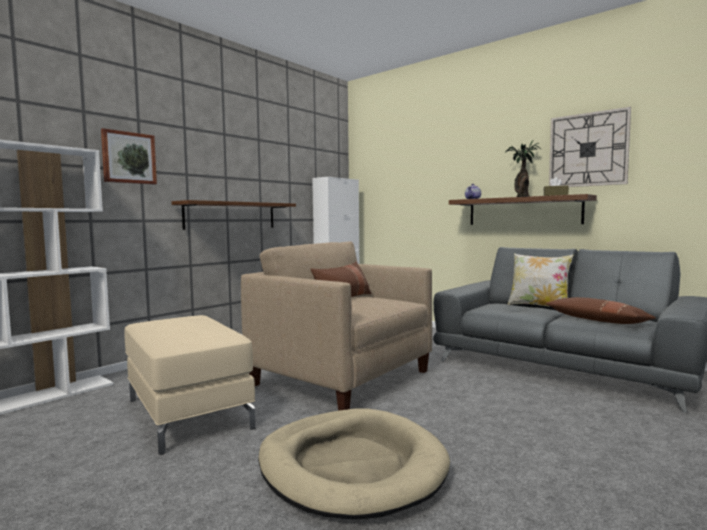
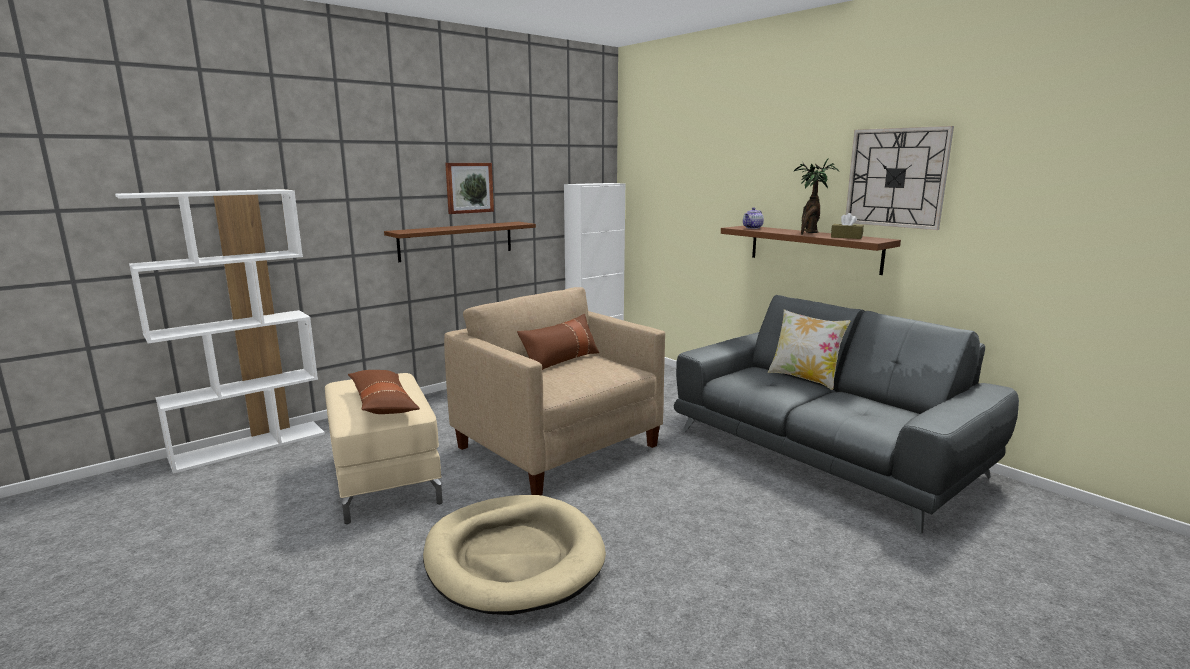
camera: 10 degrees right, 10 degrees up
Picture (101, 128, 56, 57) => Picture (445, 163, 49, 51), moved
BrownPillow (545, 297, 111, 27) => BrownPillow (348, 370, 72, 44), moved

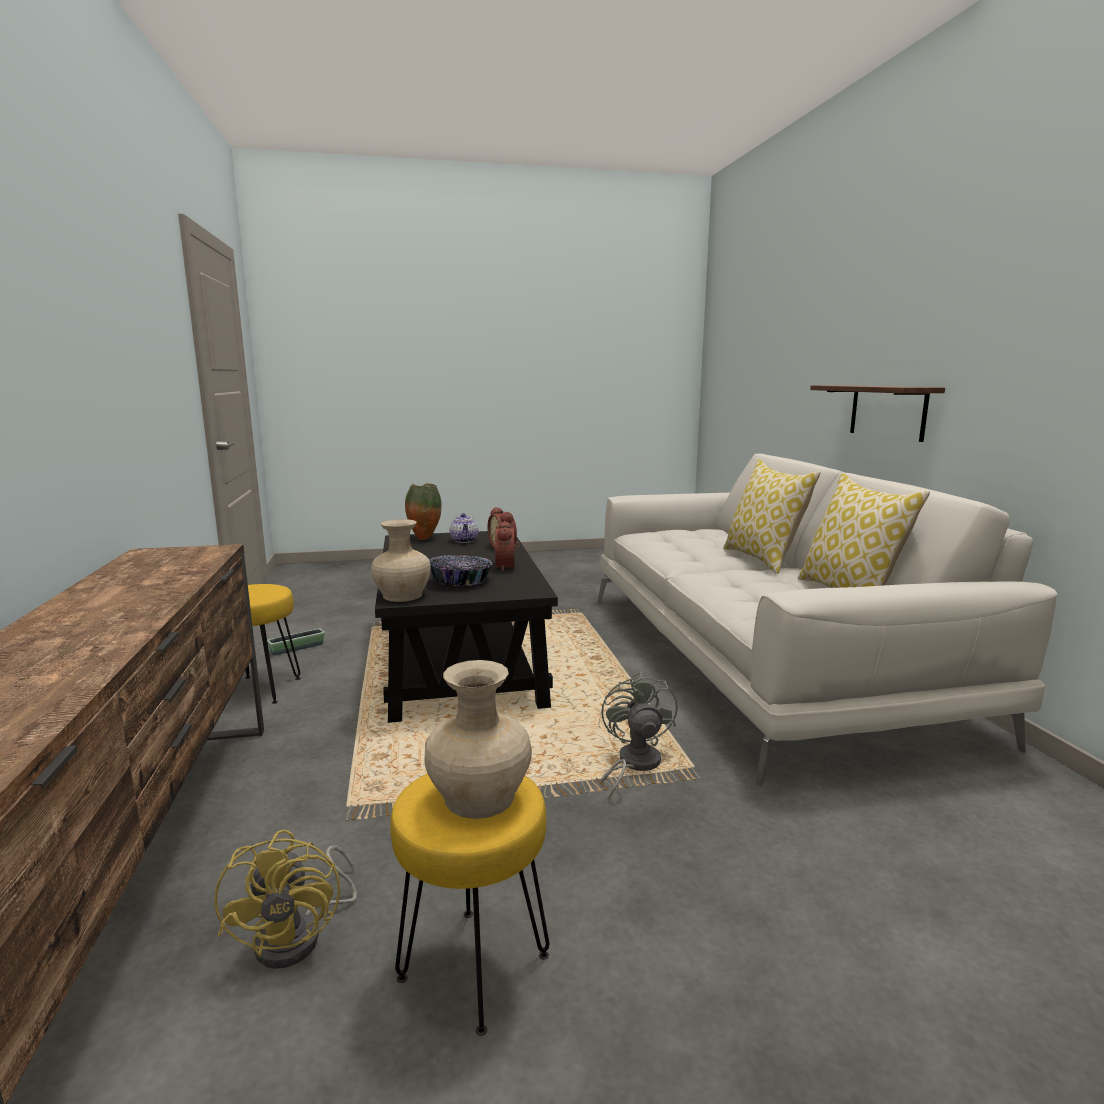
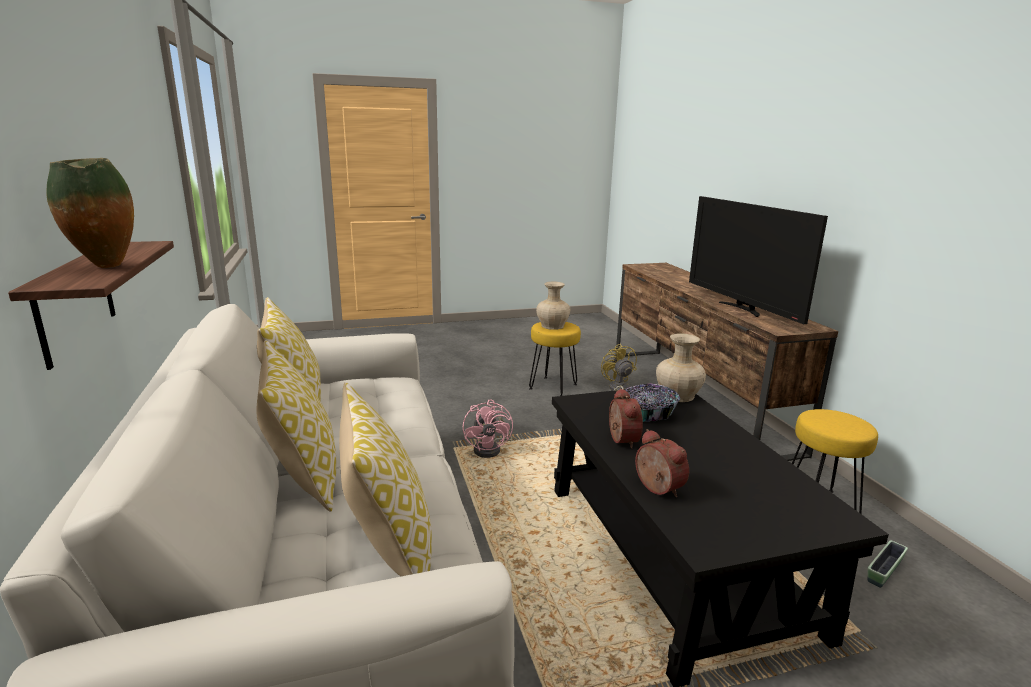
camera: 175 degrees right, 5 degrees up
Teapot (450, 513, 28, 30) => nothing
nothing => Pillow (339, 382, 93, 194)
nothing => Television (689, 196, 139, 128)
Vase (405, 483, 37, 57) => Vase (46, 158, 88, 110), moved
GreyFan (600, 672, 78, 128) => PinkFan (463, 399, 50, 59)

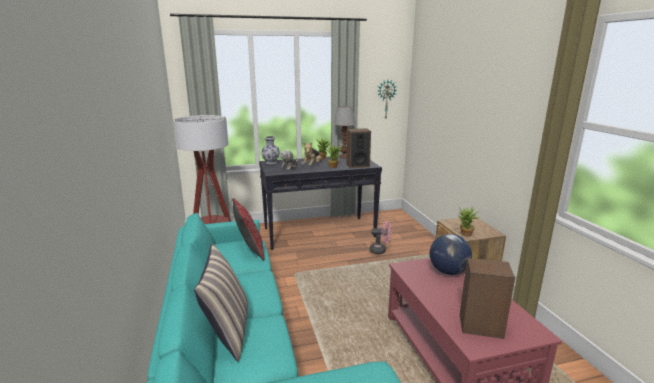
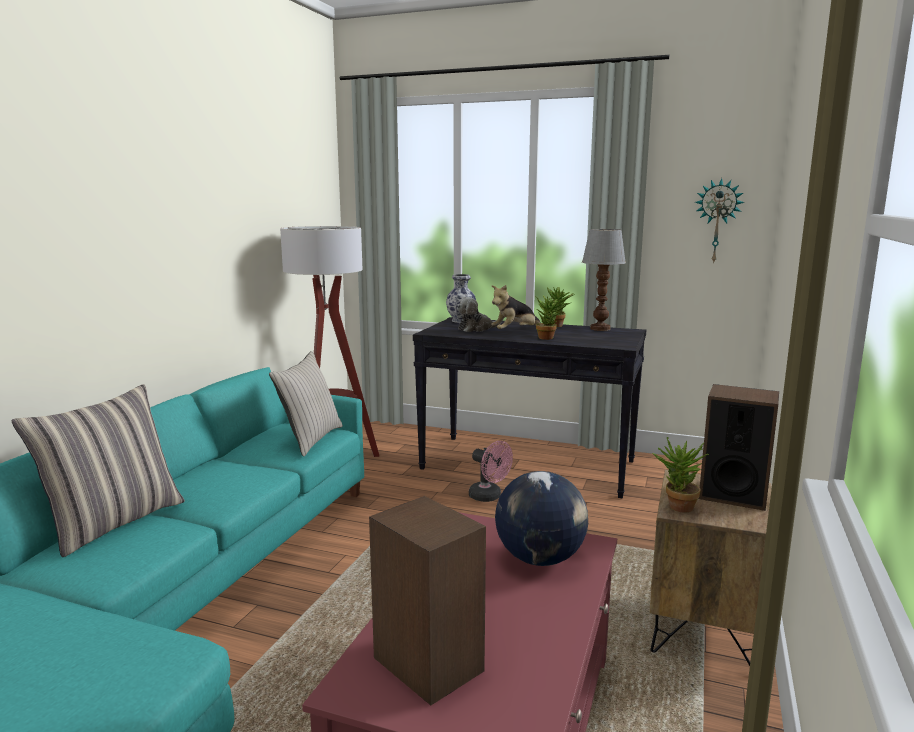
camera: 35 degrees right, 5 degrees down
Speaker (346, 128, 25, 40) => Speaker (699, 384, 80, 127), moved
PinkFan (370, 221, 22, 33) => PinkFan (469, 441, 44, 61), moved
RedPillow (232, 198, 32, 62) => BeigePillow (269, 351, 74, 106)

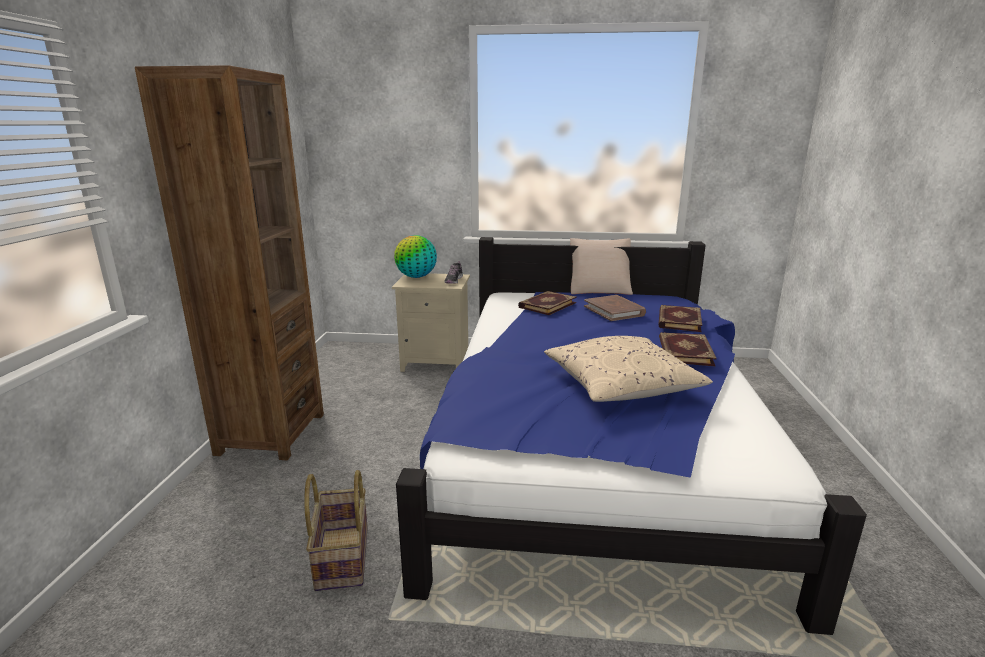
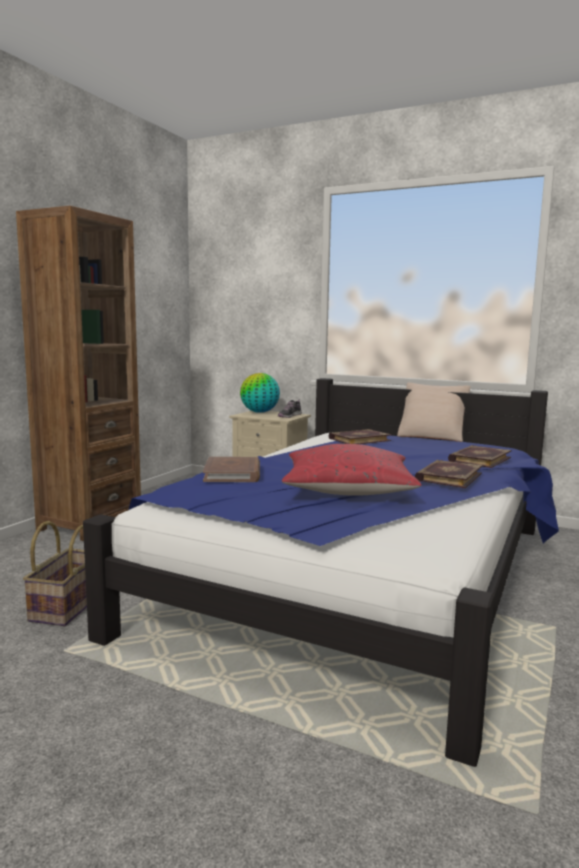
camera: 20 degrees right, 10 degrees down
BrownBook (584, 295, 62, 26) => BrownBook (203, 457, 57, 25), moved
BeigePillow (544, 336, 169, 66) => RedPillow (282, 444, 140, 52)

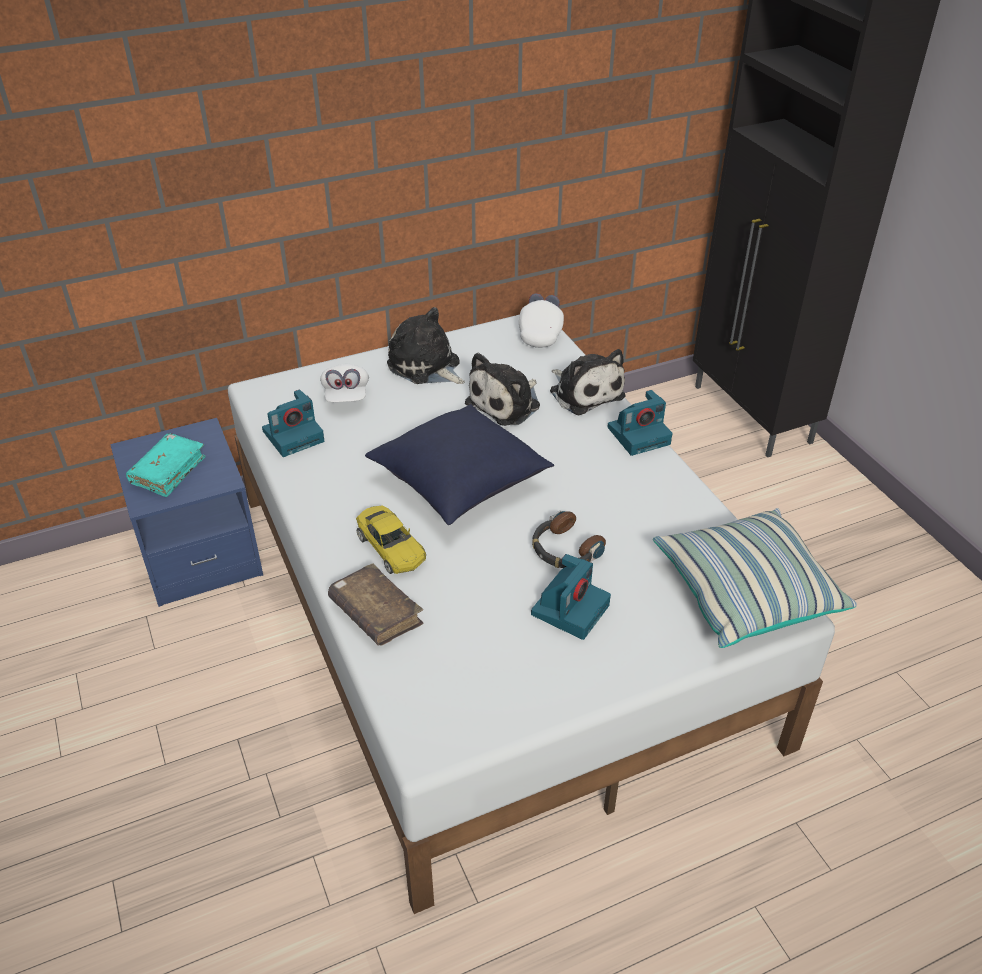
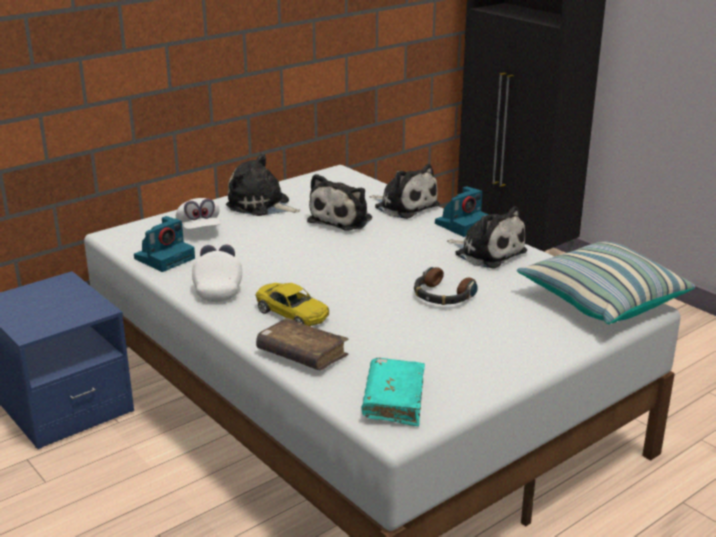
camera: 15 degrees left, 15 degrees down
BluePillow (365, 404, 189, 121) => nothing
PhotoCamera (531, 554, 80, 86) => nothing
nothing => PlushToy (447, 206, 80, 63)
TurquoiseBook (126, 433, 80, 64) => TurquoiseBook (362, 358, 63, 68), moved
WhiteCap (519, 293, 45, 55) => WhiteCap (192, 245, 50, 57), moved

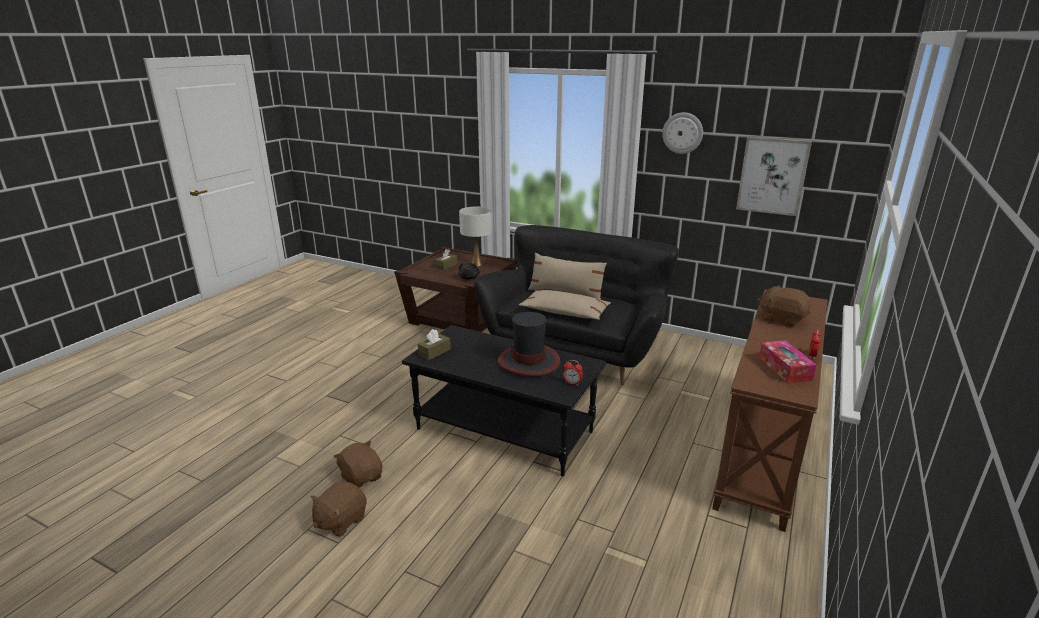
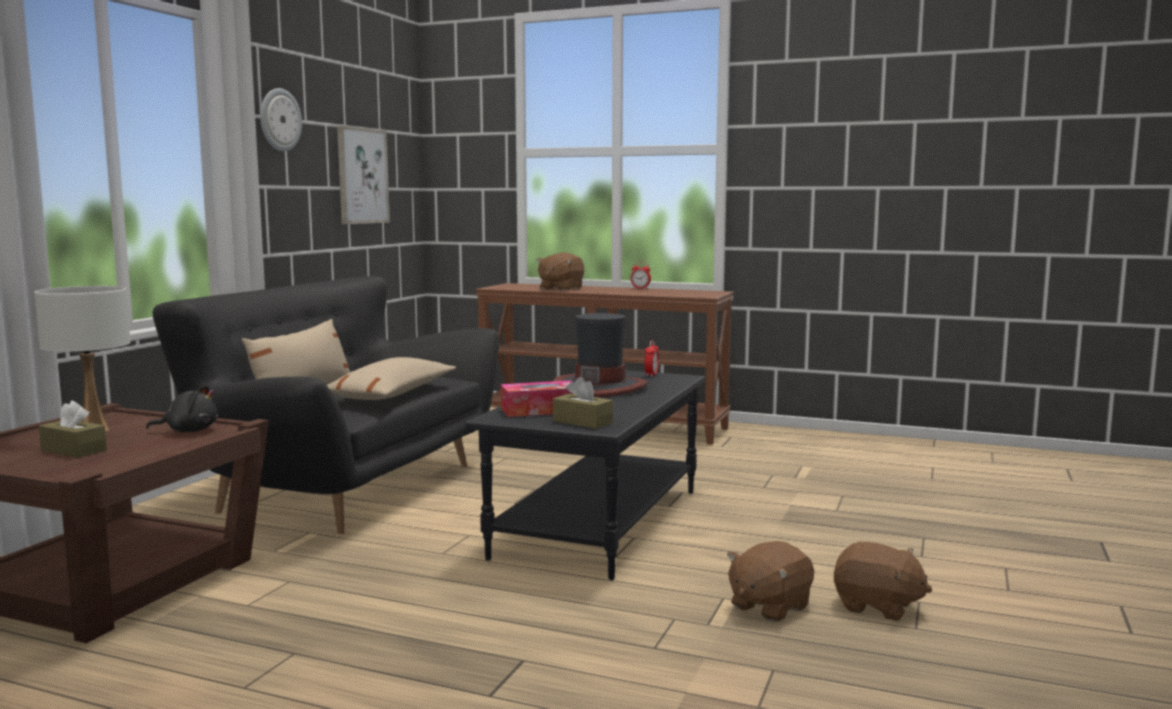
camera: 95 degrees left, 15 degrees down
TissueBox (759, 340, 58, 43) => TissueBox (501, 381, 72, 36), moved

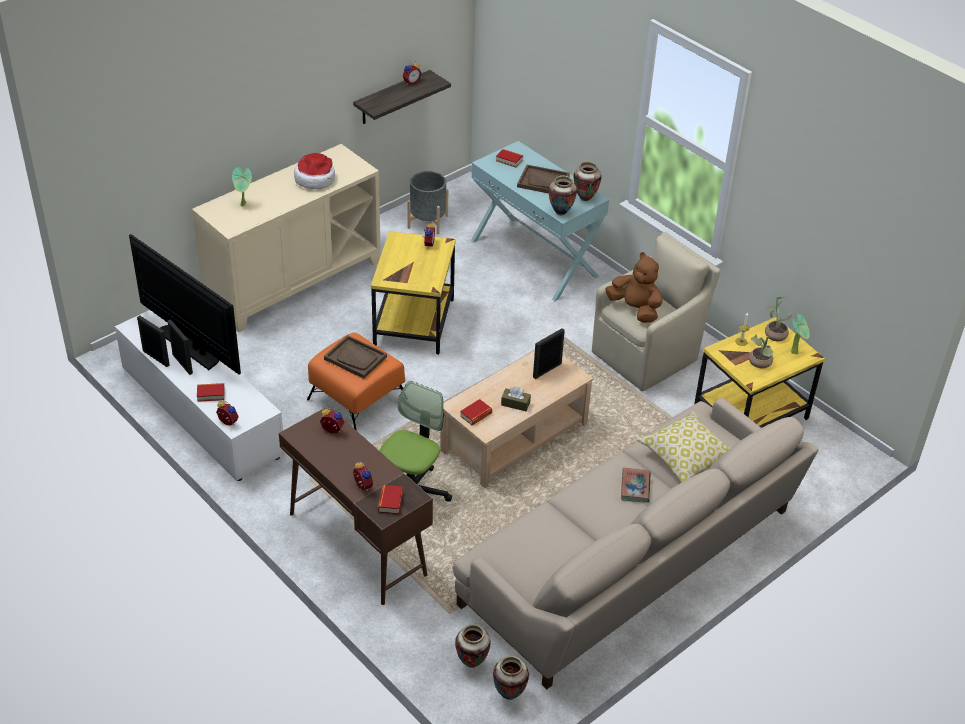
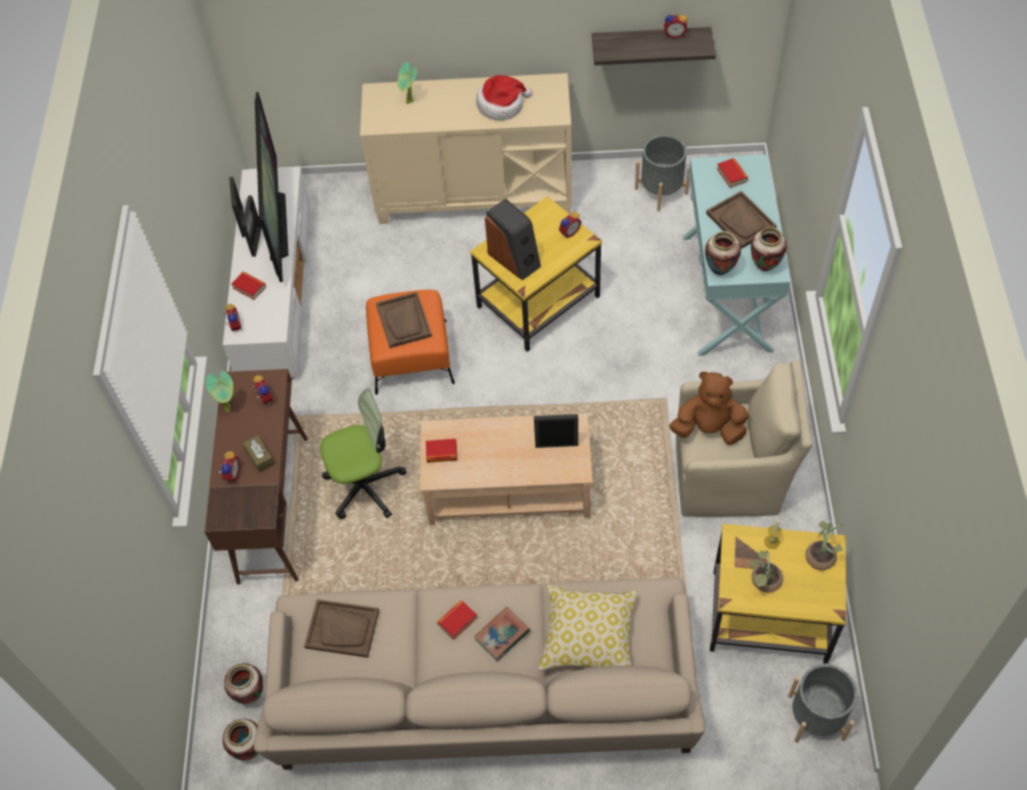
camera: 45 degrees right, 15 degrees up
nothing => BrownTray (304, 599, 75, 59)
nothing => Speaker (485, 198, 56, 83)
nothing => GreyPlanter (788, 664, 69, 79)
Book (378, 485, 25, 29) => Book (437, 600, 40, 40), moved
BrownTissueBox (501, 387, 30, 24) => BrownTissueBox (243, 435, 31, 38), moved
PottedPlant (791, 314, 19, 41) => PottedPlant (206, 371, 27, 41), moved
BrownPlushToy (605, 252, 58, 71) => BrownPlushToy (669, 372, 80, 73), 75 degrees counterclockwise

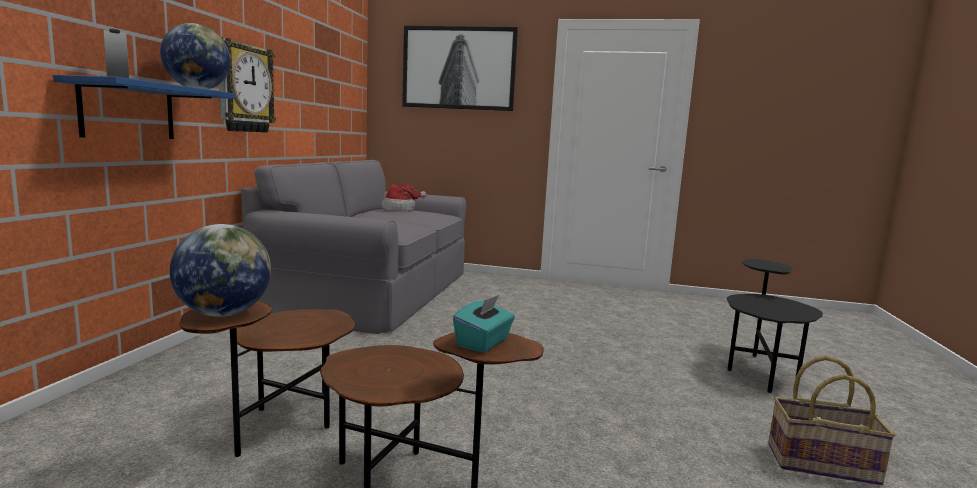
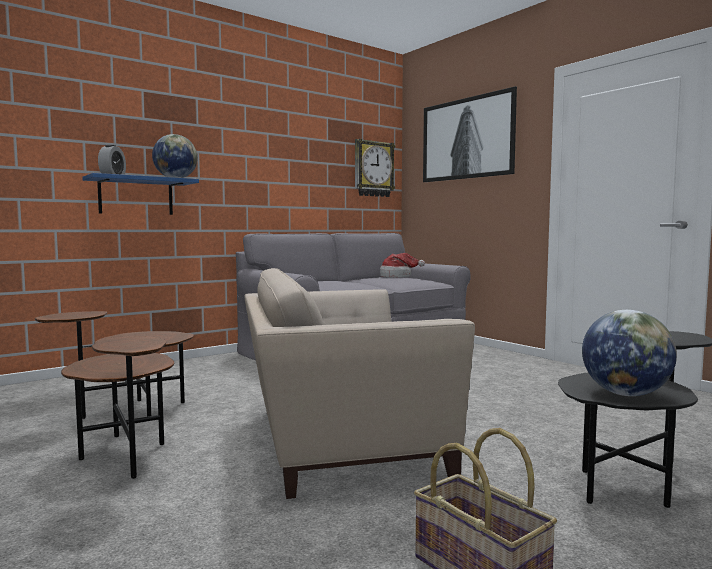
camera: 40 degrees right, 5 degrees down
TurquoiseTissueBox (453, 295, 62, 58) => nothing
nothing => BeigeArmchair (244, 268, 231, 231)
Globe (170, 224, 101, 93) => Globe (582, 310, 95, 86), moved
WallClock (219, 37, 57, 96) => WallClock (355, 139, 41, 58), moved

